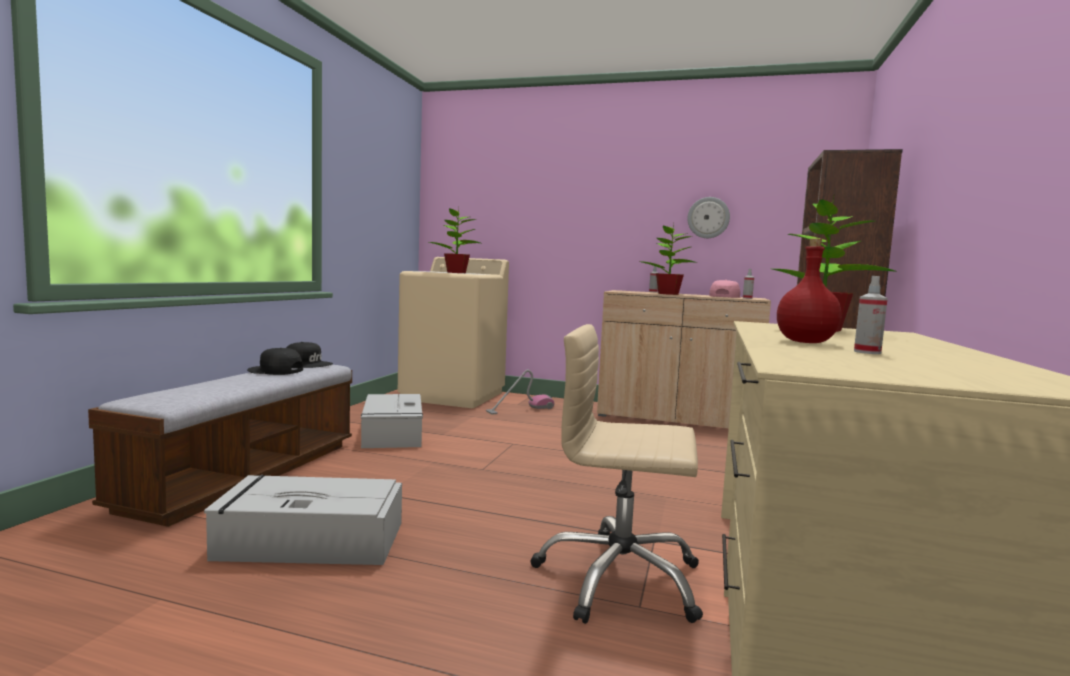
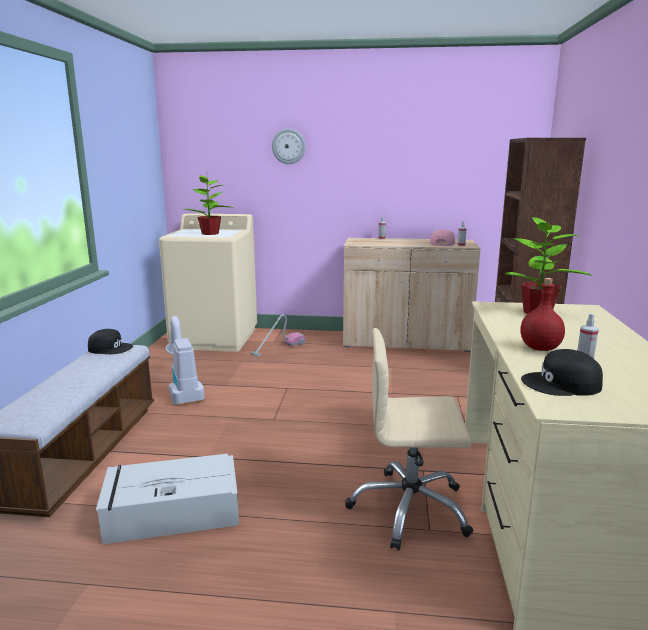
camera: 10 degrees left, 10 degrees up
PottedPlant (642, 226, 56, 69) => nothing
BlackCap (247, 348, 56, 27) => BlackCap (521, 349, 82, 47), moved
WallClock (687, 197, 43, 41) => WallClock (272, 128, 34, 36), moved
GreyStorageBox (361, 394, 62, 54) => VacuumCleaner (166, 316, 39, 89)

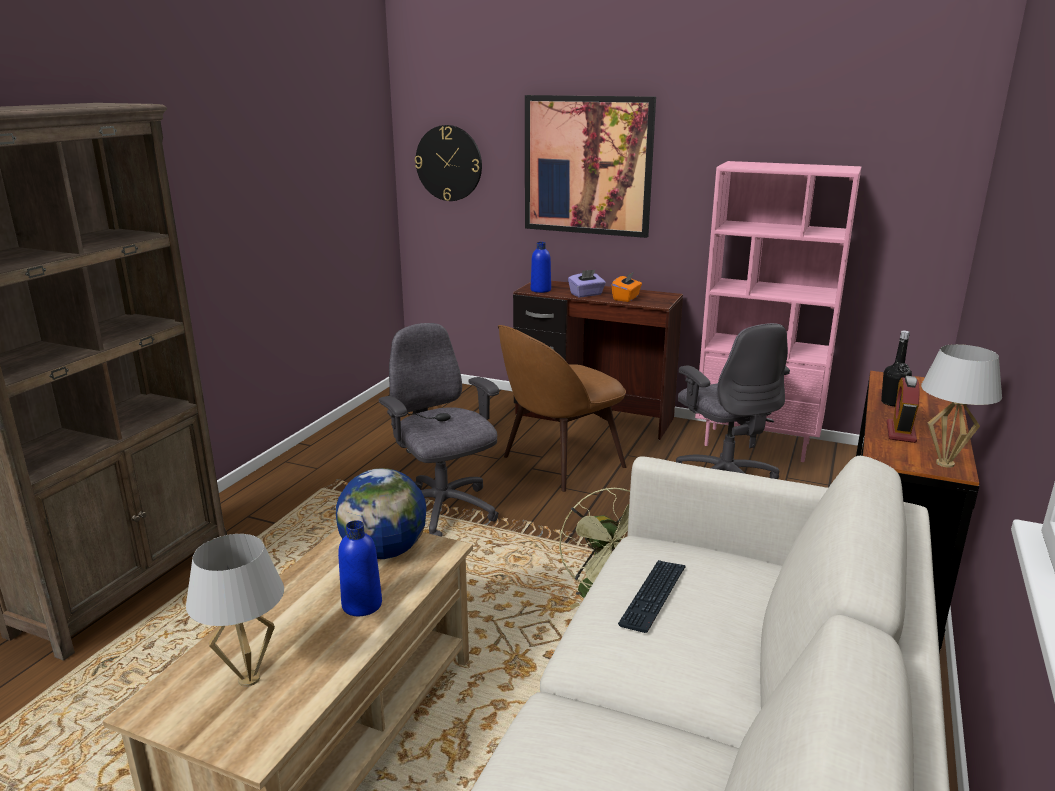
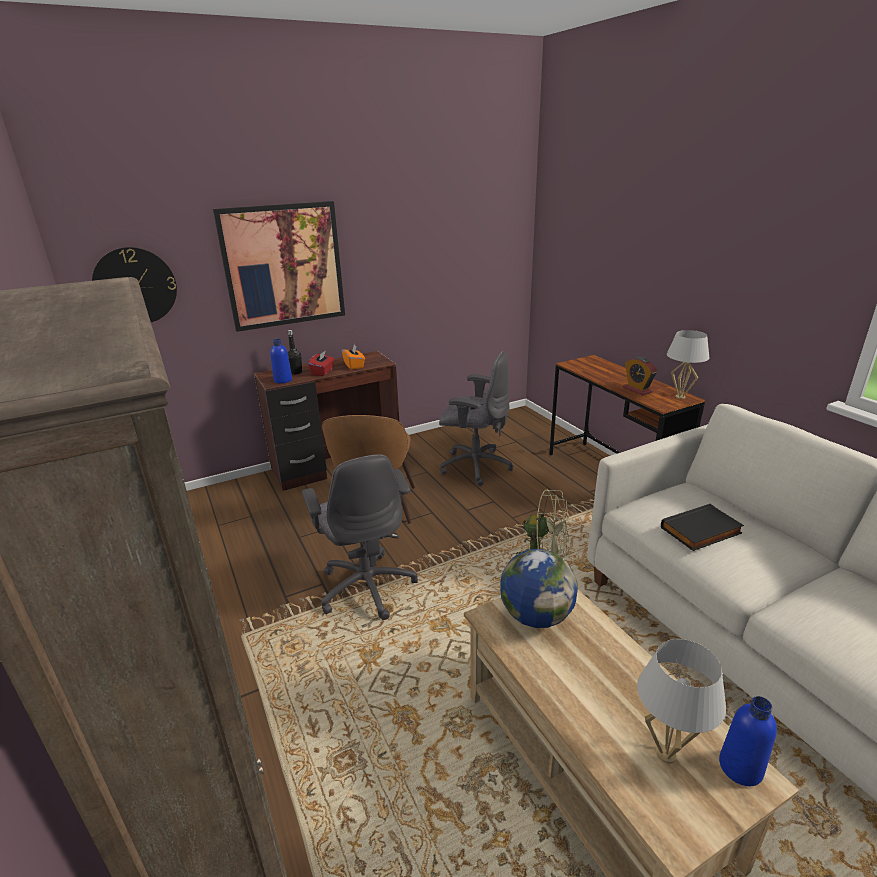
camera: 50 degrees left, 5 degrees up
PinkBookcase (695, 161, 167, 301) => nothing
BlueBottle (338, 520, 44, 96) => BlueBottle (719, 696, 58, 90), moved
BlackBottle (881, 331, 31, 75) => BlackBottle (287, 330, 15, 45), moved
Keyboard (618, 560, 67, 73) => BlackBook (661, 504, 83, 47)
PurpleTissueBox (568, 269, 38, 28) => RedTissueBox (308, 350, 26, 26)
GreyOfficeChair (379, 323, 120, 214) => GreyOfficeChair (302, 454, 116, 166), 120 degrees counterclockwise

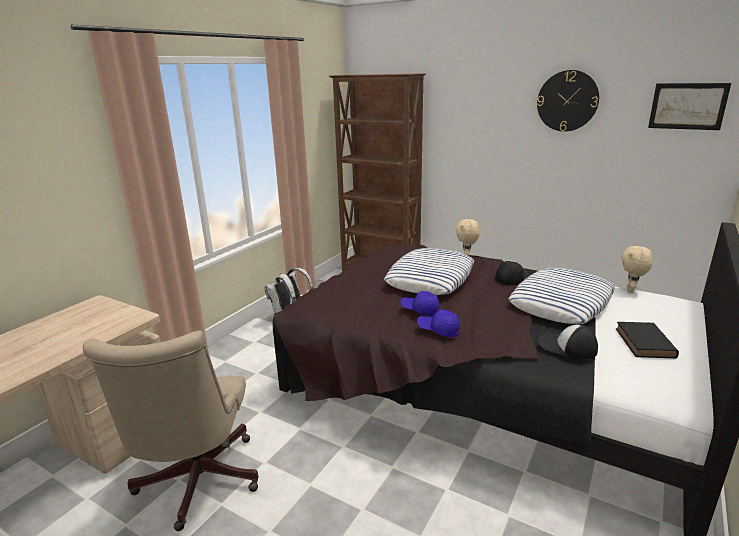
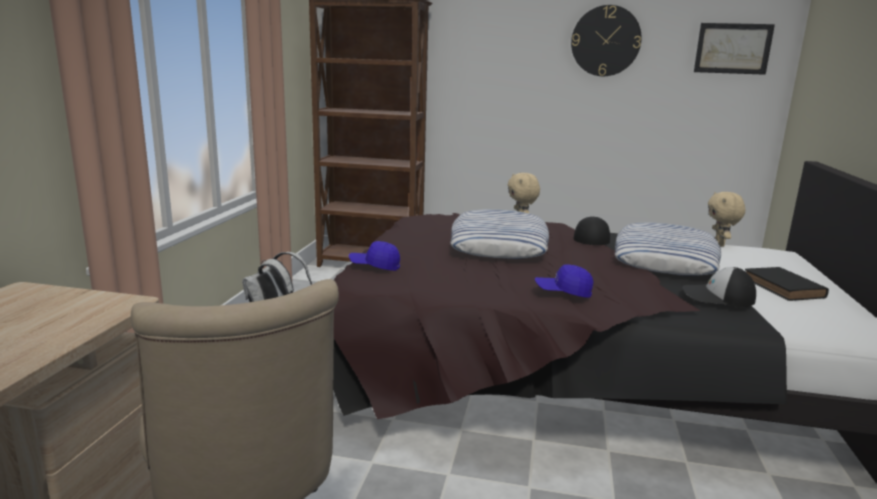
camera: 20 degrees left, 5 degrees down
BlueCap (400, 291, 40, 25) => BlueCap (349, 241, 51, 30), moved

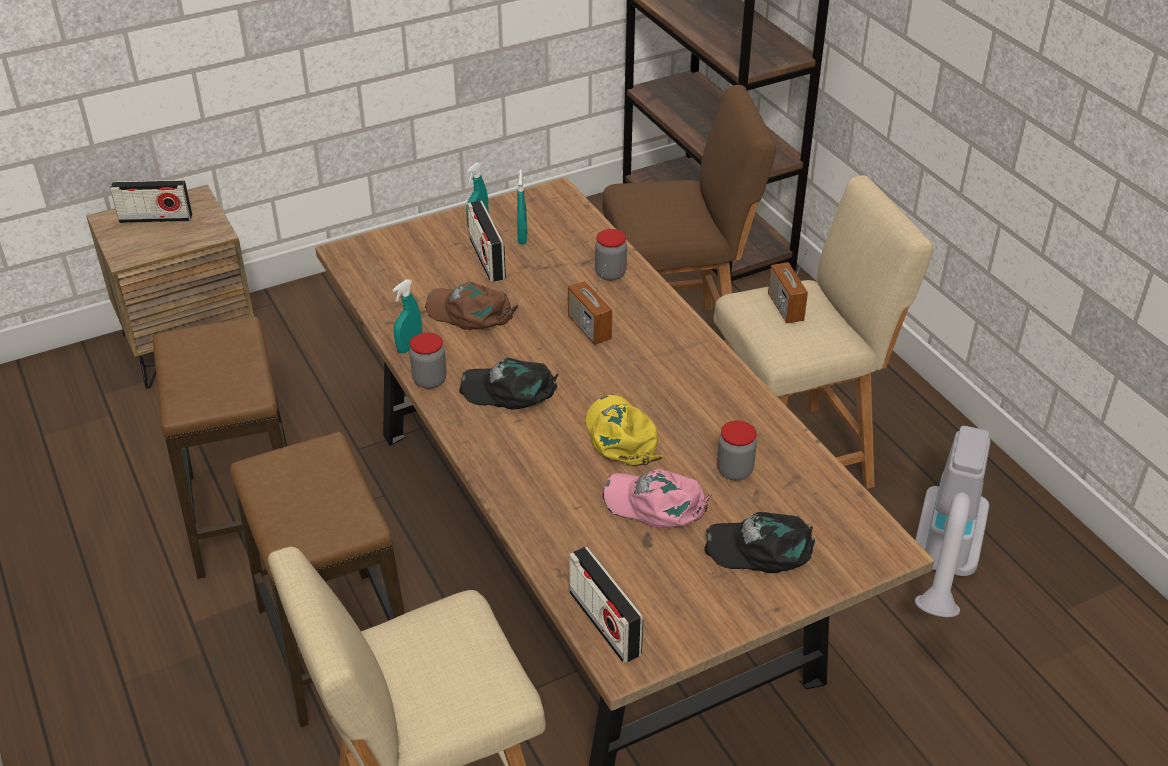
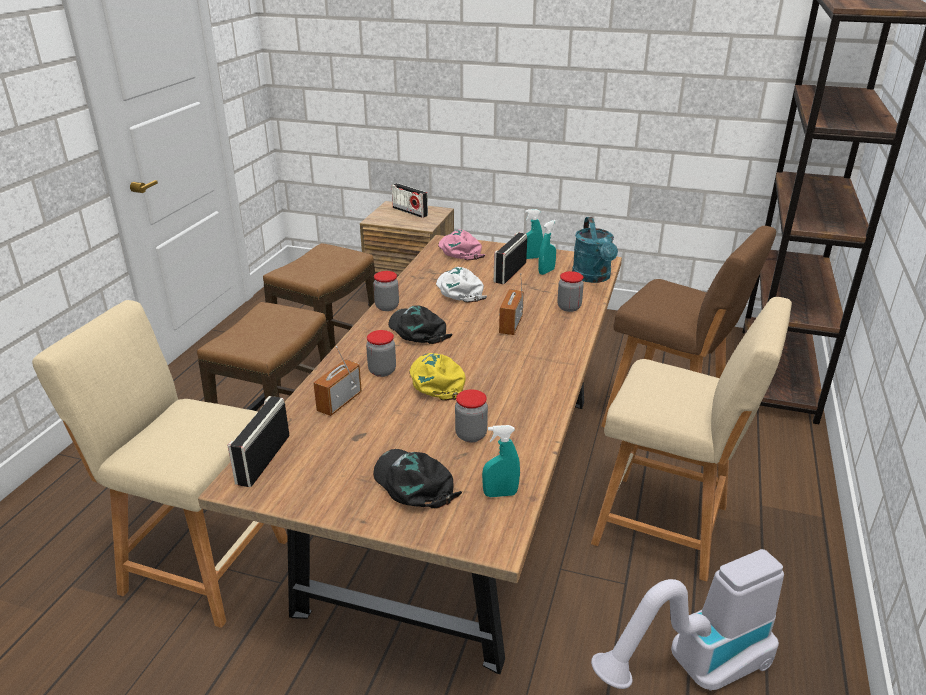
camera: 45 degrees right, 10 degrees down
nothing => Jar (366, 330, 30, 47)
nothing => TurquoiseWateringCan (572, 217, 46, 66)
TurquoiseSprayBottle (393, 279, 29, 74) => TurquoiseSprayBottle (482, 425, 38, 72), moved
PinkCap (602, 469, 110, 59) => PinkCap (438, 229, 47, 31), moved
Radio (768, 248, 41, 75) => Radio (313, 346, 49, 70), moved
BrownCap (425, 282, 93, 48) => WhiteCap (436, 267, 51, 35)
YellowCap (585, 395, 78, 71) => YellowCap (409, 353, 57, 47), 45 degrees counterclockwise

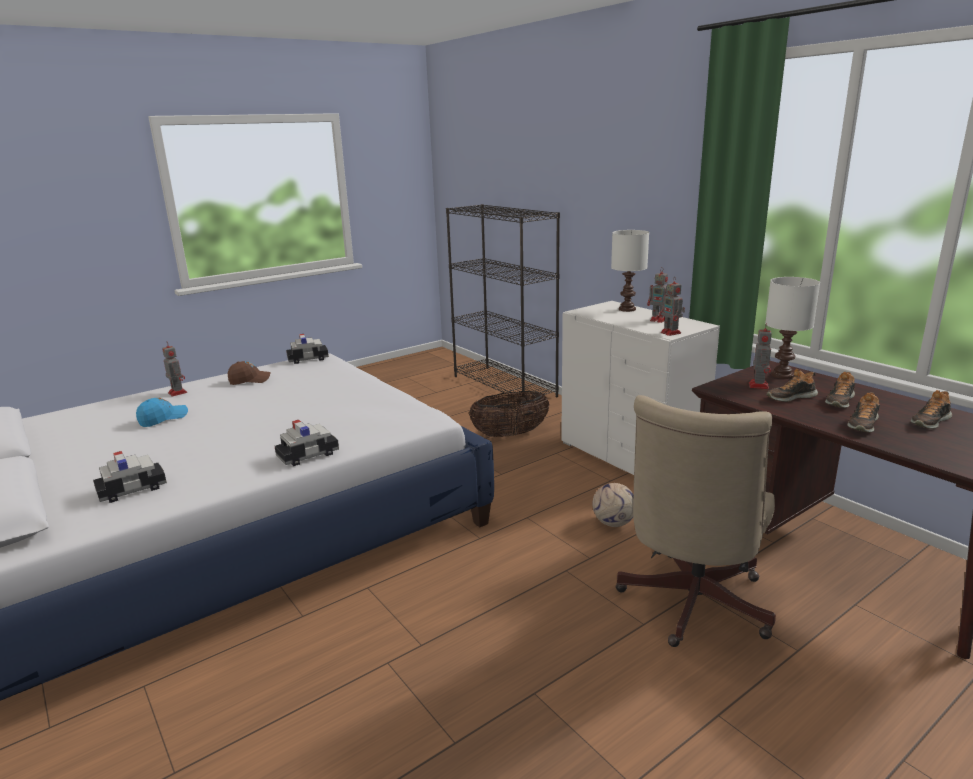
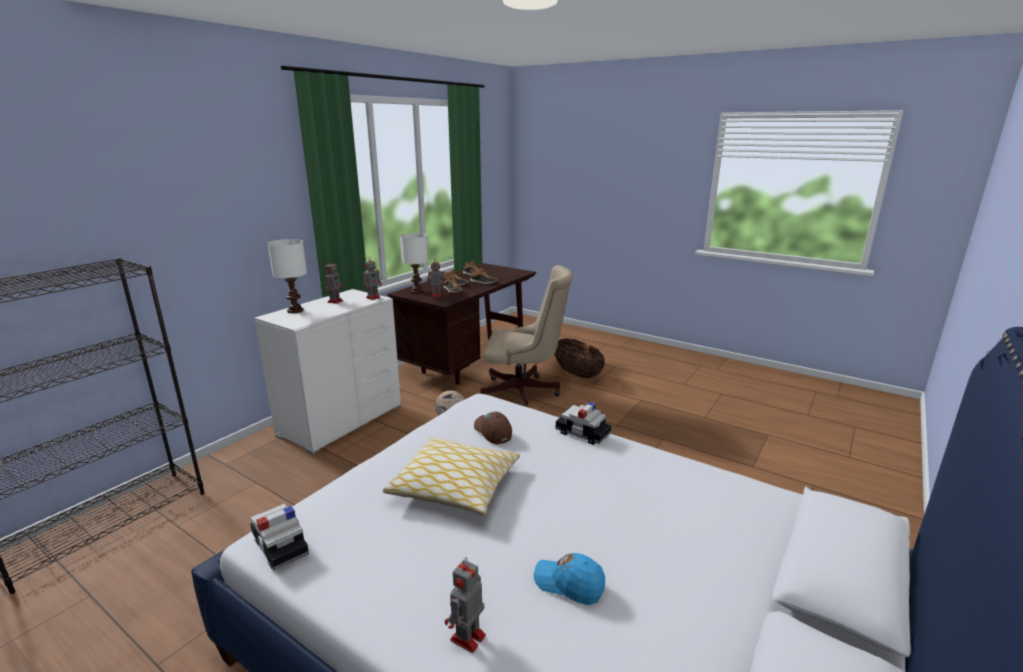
camera: 110 degrees left, 0 degrees up
ToyCar (93, 451, 74, 52) => nothing
nothing => Pillow (383, 438, 137, 77)
BrownCap (228, 361, 43, 24) => BrownCap (474, 411, 38, 33), moved
Basket (469, 391, 81, 46) => Basket (554, 339, 51, 40), moved

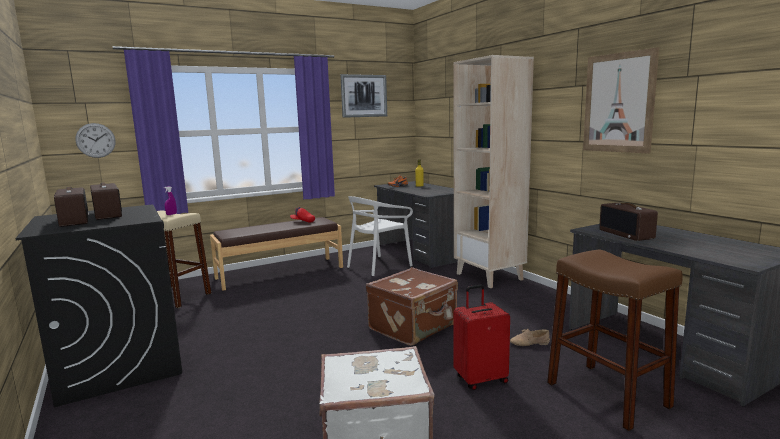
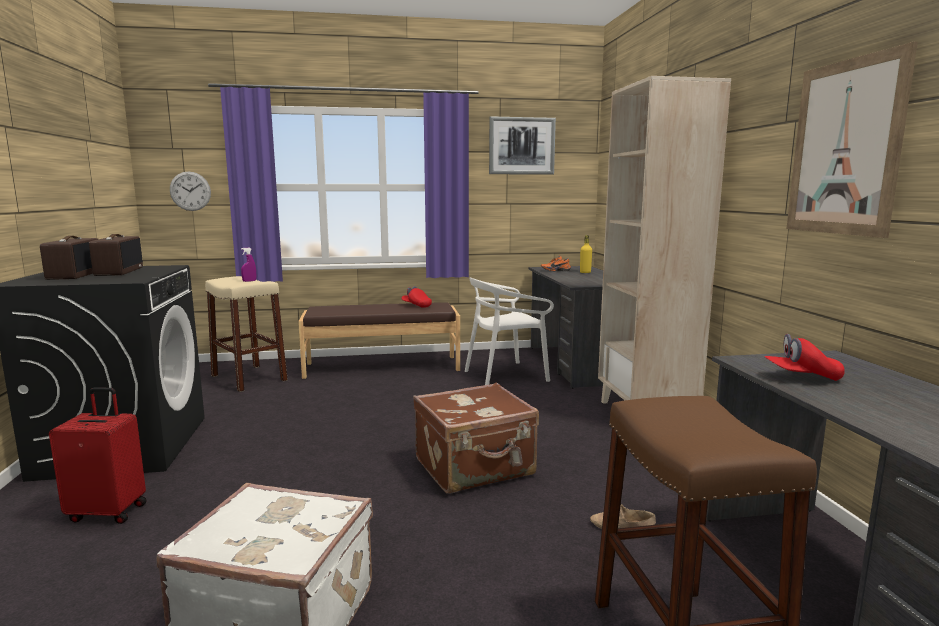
camera: 20 degrees right, 0 degrees up
RedSuitcase (453, 285, 57, 105) => RedSuitcase (49, 387, 98, 137), moved
Radio (599, 203, 59, 38) => RedCap (764, 334, 81, 47)

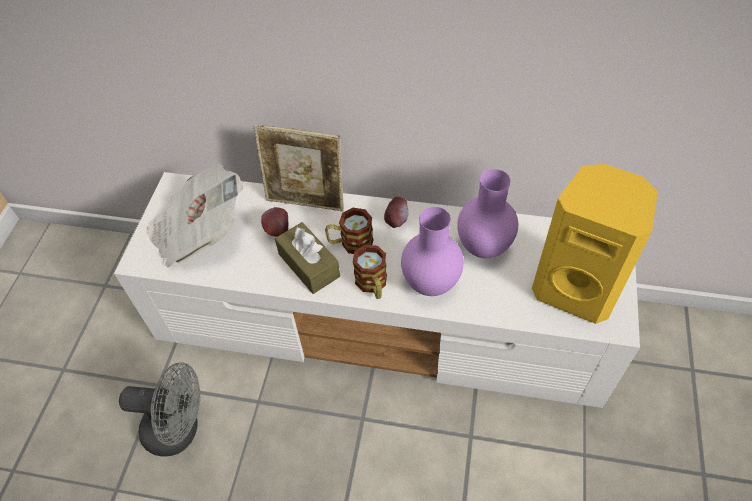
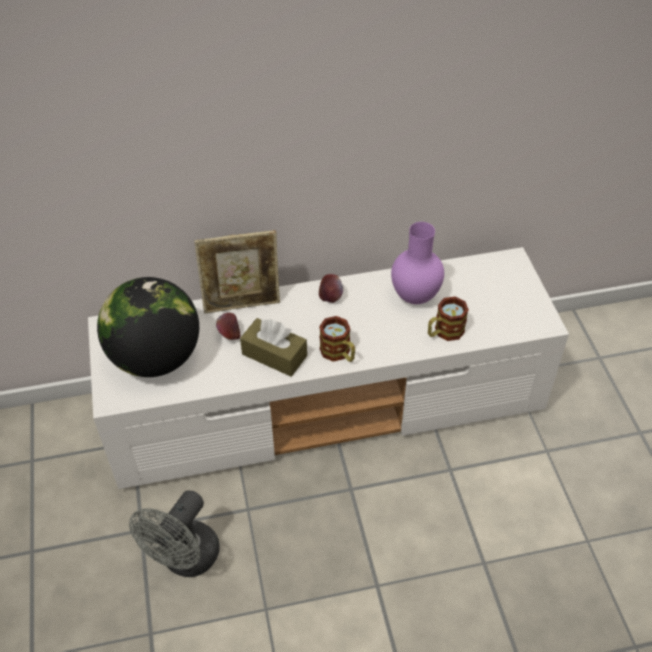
camera: 25 degrees left, 5 degrees down
PurpleVase (401, 207, 63, 89) => nothing
YellowSpeaker (532, 164, 126, 160) => nothing
Mug (325, 208, 48, 46) => Mug (428, 297, 41, 44), moved
Newspaper (146, 164, 97, 103) => Globe (97, 277, 102, 100)
GreyFan (119, 363, 82, 94) => GreyFan (129, 490, 91, 87), 135 degrees clockwise

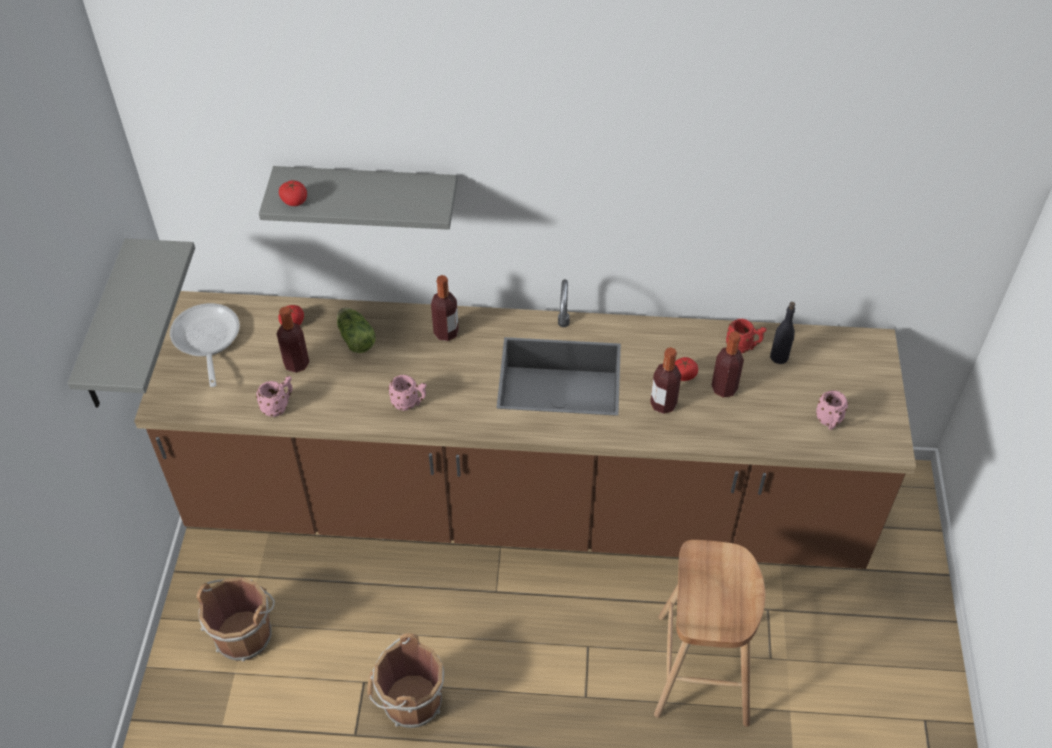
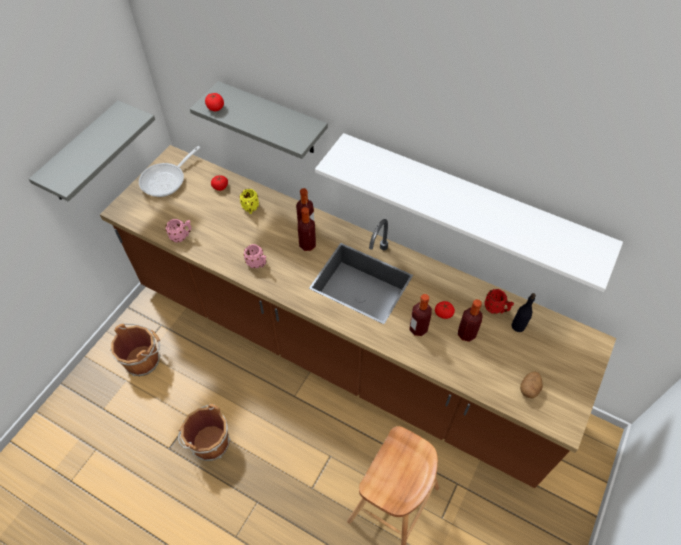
camera: 25 degrees right, 5 degrees up
nothing => WhiteShelf (315, 133, 308, 159)
Bottle (277, 306, 32, 67) => Bottle (298, 207, 18, 44), moved
Lettuce (337, 308, 39, 45) => YellowMug (239, 189, 20, 25)
PinkMug (816, 390, 33, 40) => Potato (520, 371, 23, 28)
FryingPan (170, 303, 70, 84) => FryingPan (139, 146, 61, 51), 150 degrees counterclockwise

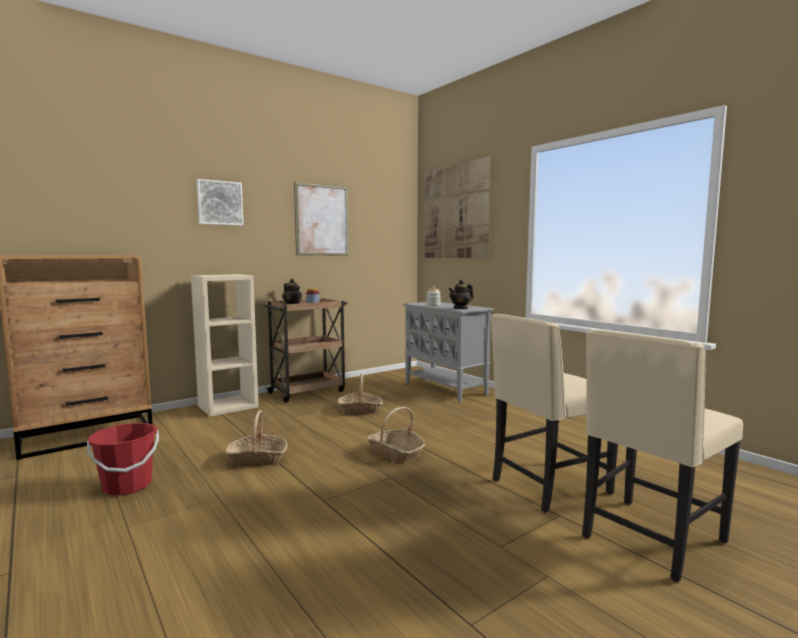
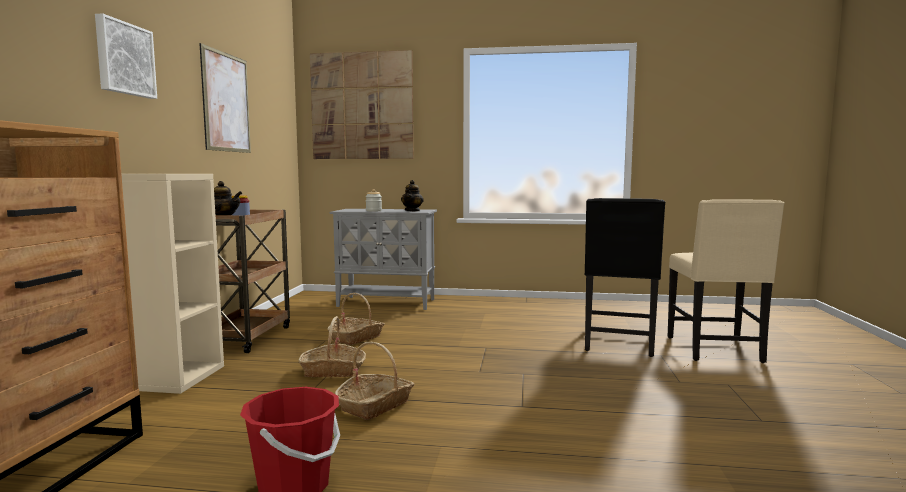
camera: 45 degrees left, 0 degrees up
Basket (367, 407, 58, 56) => Basket (298, 316, 68, 61), moved
BeigeChair (491, 314, 127, 199) => BlackChair (584, 198, 81, 159)

